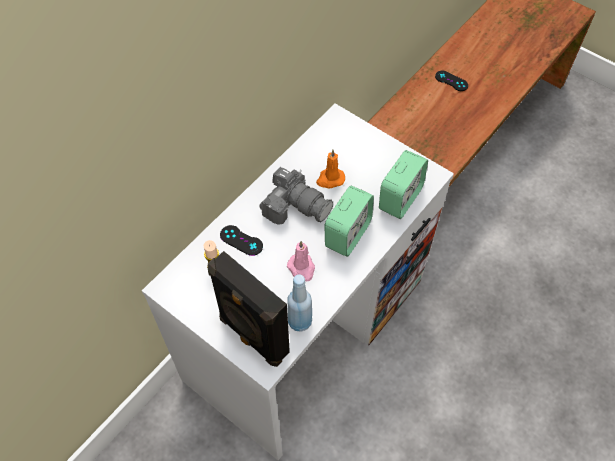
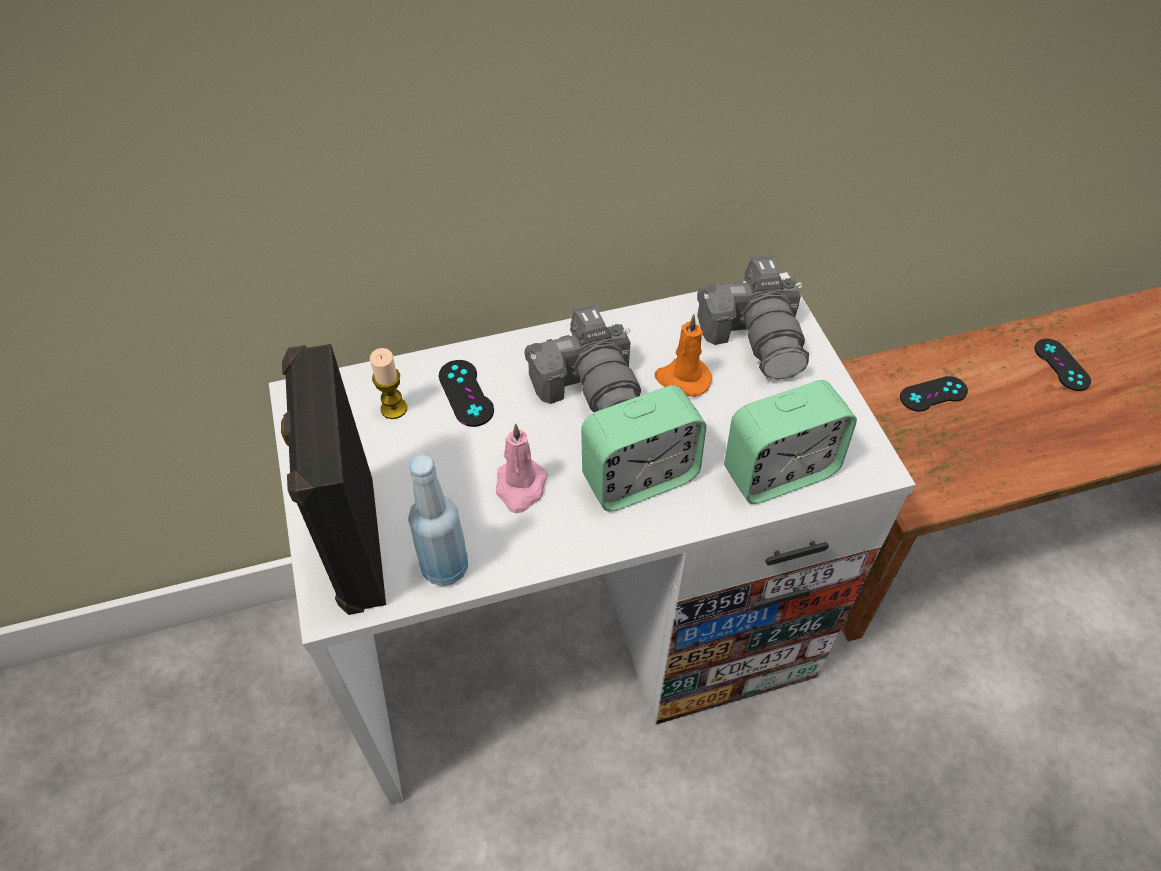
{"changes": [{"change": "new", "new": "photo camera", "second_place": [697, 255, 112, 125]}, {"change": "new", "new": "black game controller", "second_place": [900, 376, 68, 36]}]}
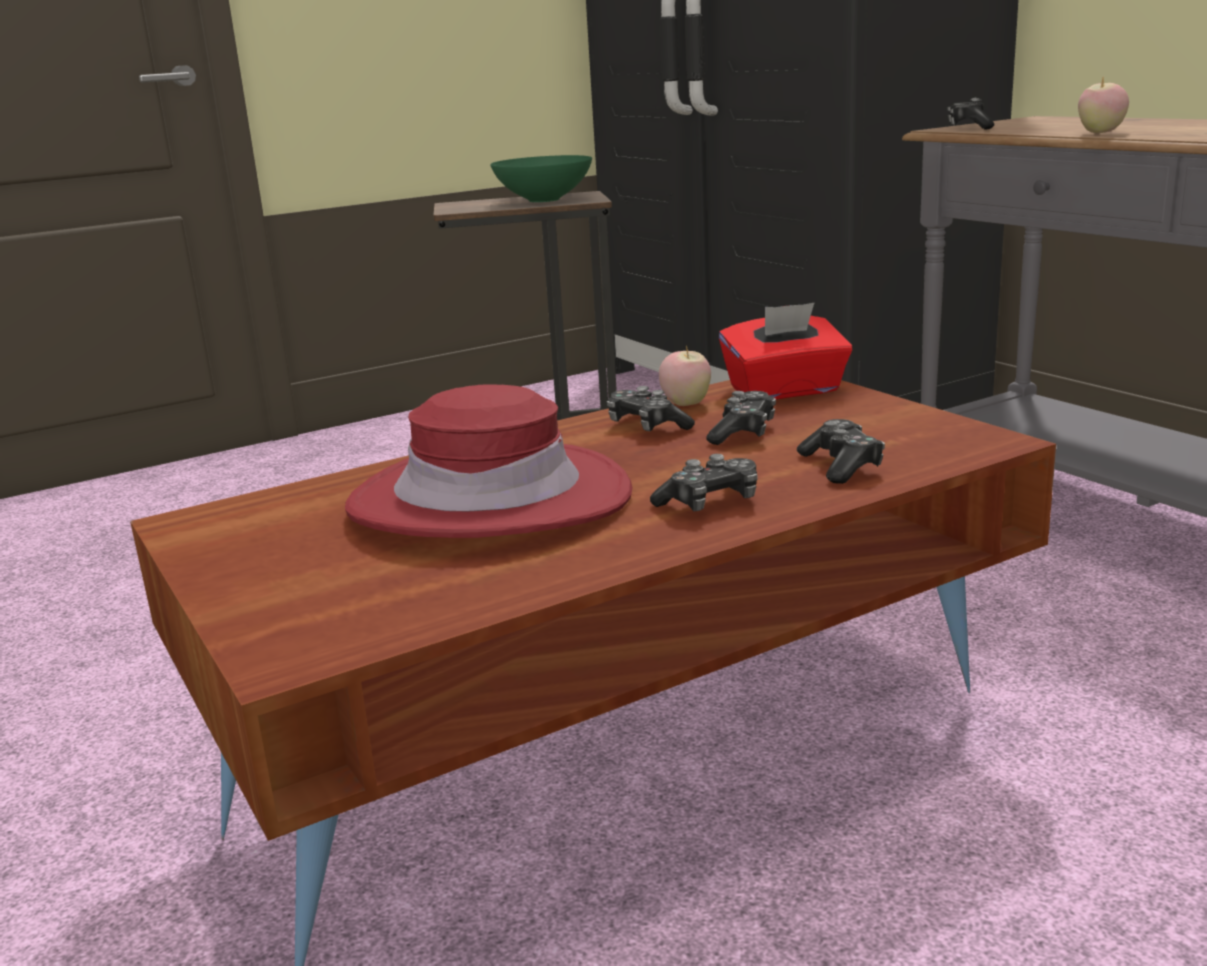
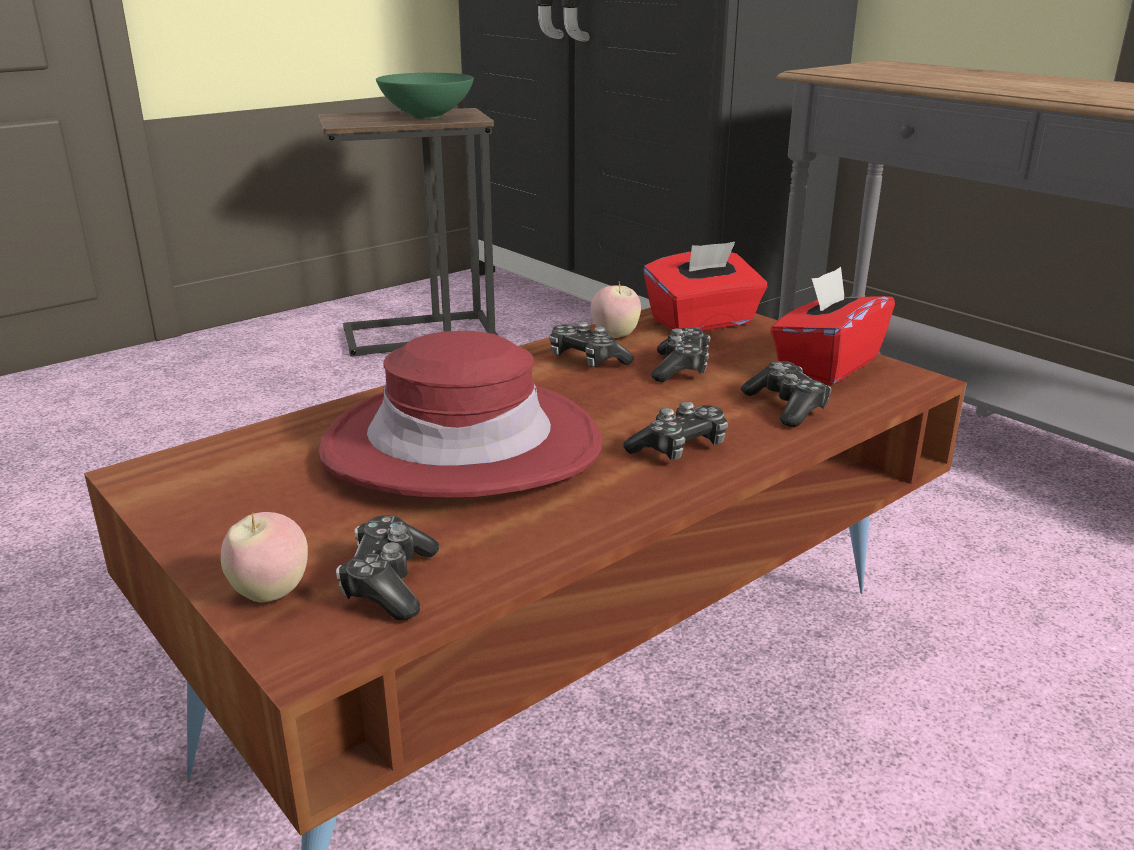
{"changes": [{"change": "shifted", "old": "apple", "first_place": [1078, 76, 51, 57], "second_place": [221, 512, 87, 90]}, {"change": "shifted", "old": "game controller", "first_place": [947, 98, 47, 32], "second_place": [336, 515, 103, 105]}, {"change": "new", "new": "red tissue box", "second_place": [770, 267, 125, 118]}]}
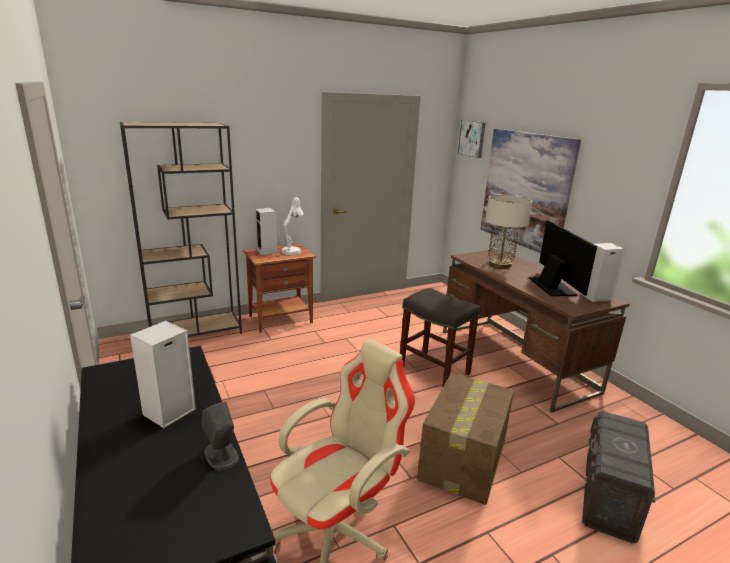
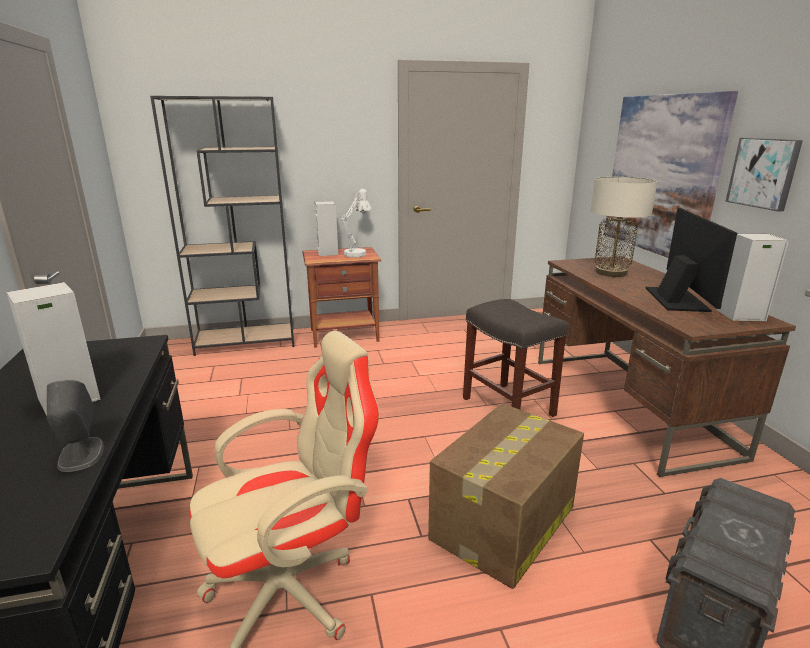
{"changes": [{"change": "shifted", "old": "picture", "first_place": [458, 120, 28, 38], "second_place": [725, 138, 78, 74]}]}
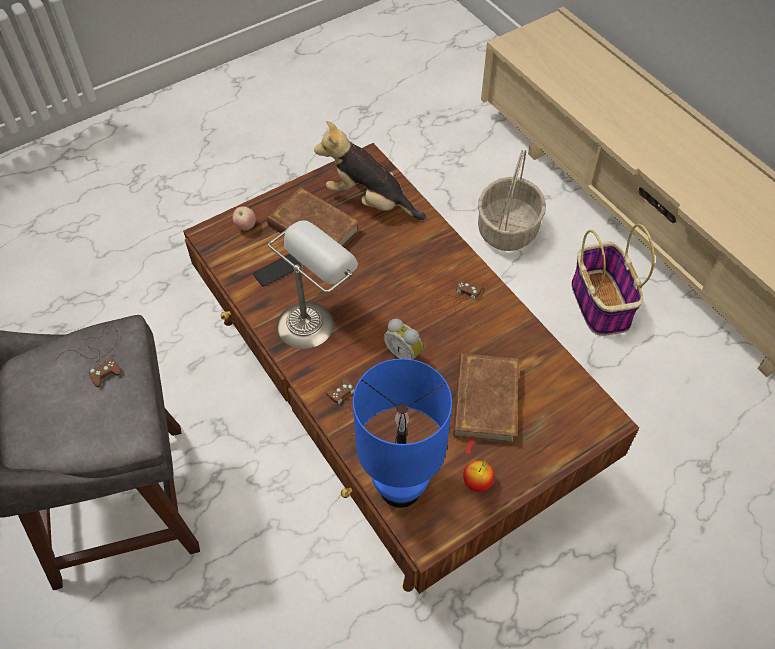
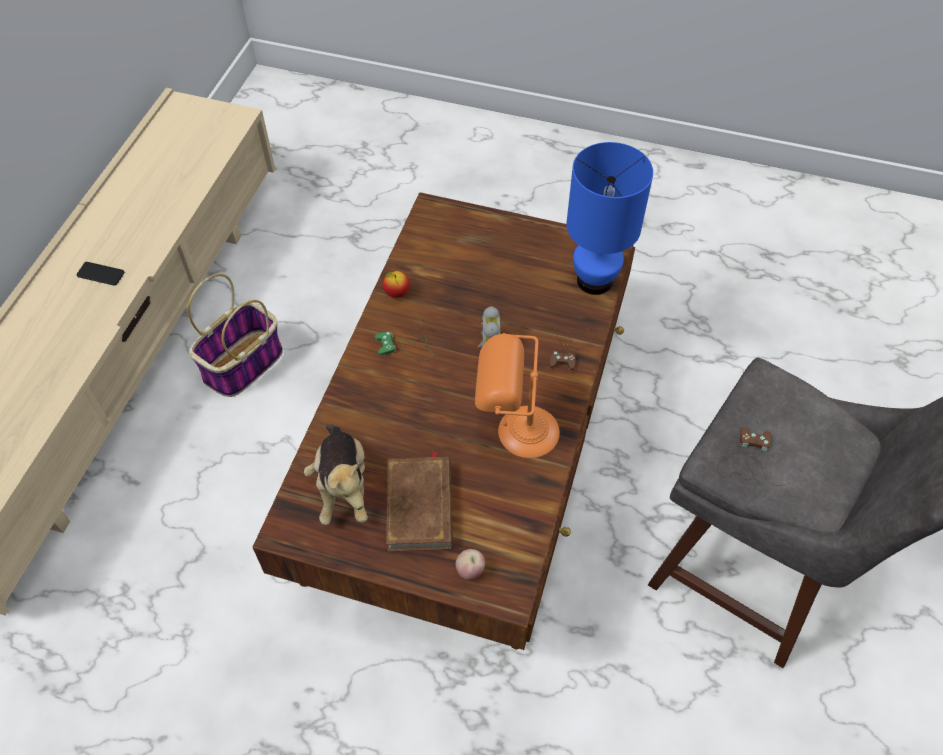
{"changes": [{"change": "gone", "old": "basket", "first_place": [478, 150, 68, 101]}, {"change": "repainted", "old": "white table lamp", "new": "orange table lamp", "first_place": [268, 220, 90, 129], "second_place": [475, 333, 85, 125]}, {"change": "shifted", "old": "phone", "first_place": [253, 254, 48, 32], "second_place": [76, 262, 49, 23]}, {"change": "repainted", "old": "brown game controller", "new": "green game controller", "first_place": [429, 278, 54, 48], "second_place": [375, 314, 58, 45]}, {"change": "gone", "old": "brown book", "first_place": [453, 353, 66, 102]}, {"change": "shifted", "old": "apple", "first_place": [463, 460, 31, 32], "second_place": [383, 271, 27, 27]}]}
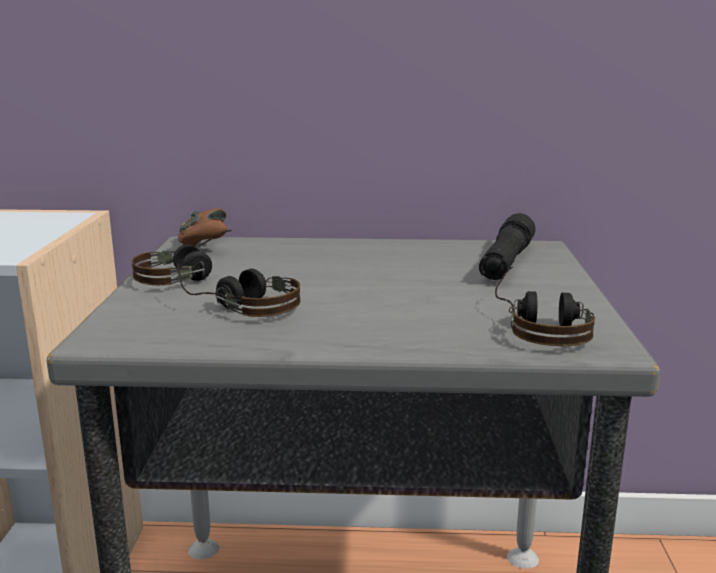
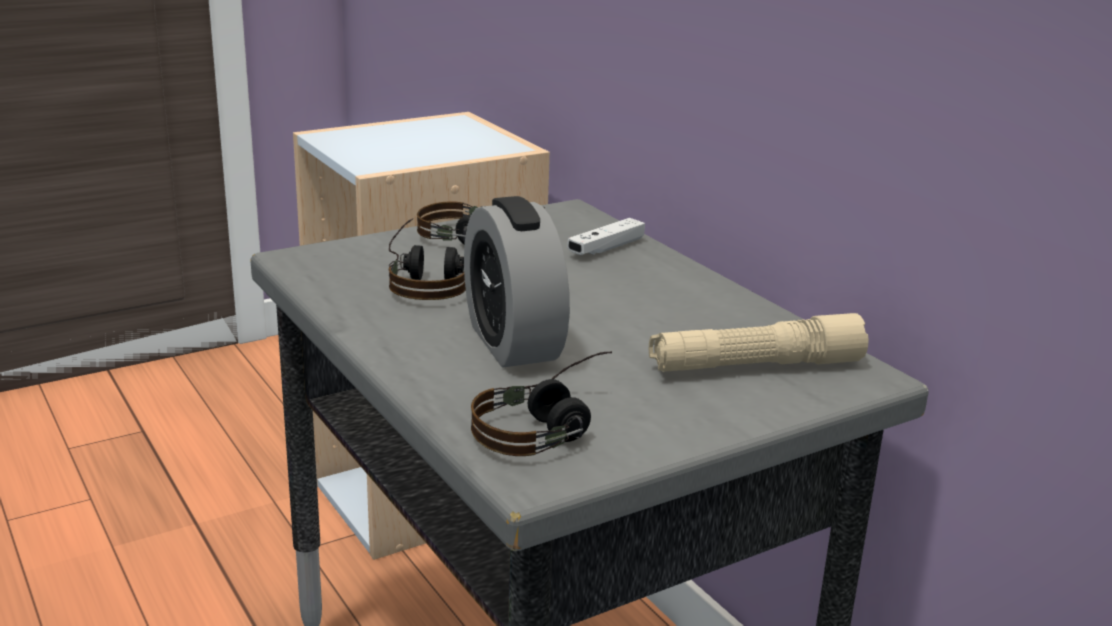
{"changes": [{"change": "gone", "old": "brown game controller", "first_place": [178, 208, 49, 38]}, {"change": "repainted", "old": "black flashlight", "new": "beige flashlight", "first_place": [479, 213, 56, 67], "second_place": [649, 313, 220, 59]}, {"change": "new", "new": "alarm clock", "second_place": [464, 196, 106, 171]}, {"change": "new", "new": "white game controller", "second_place": [567, 218, 78, 37]}]}
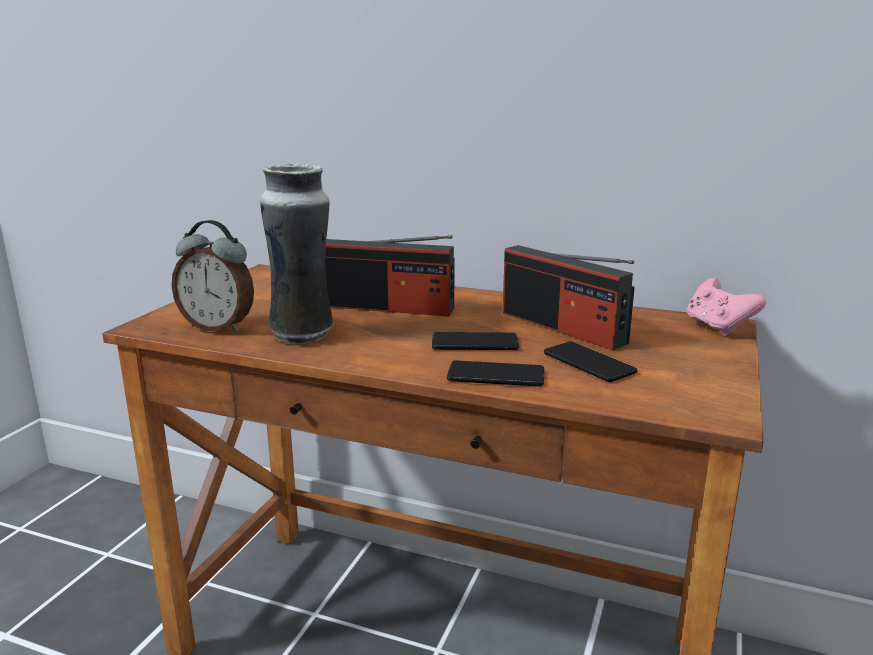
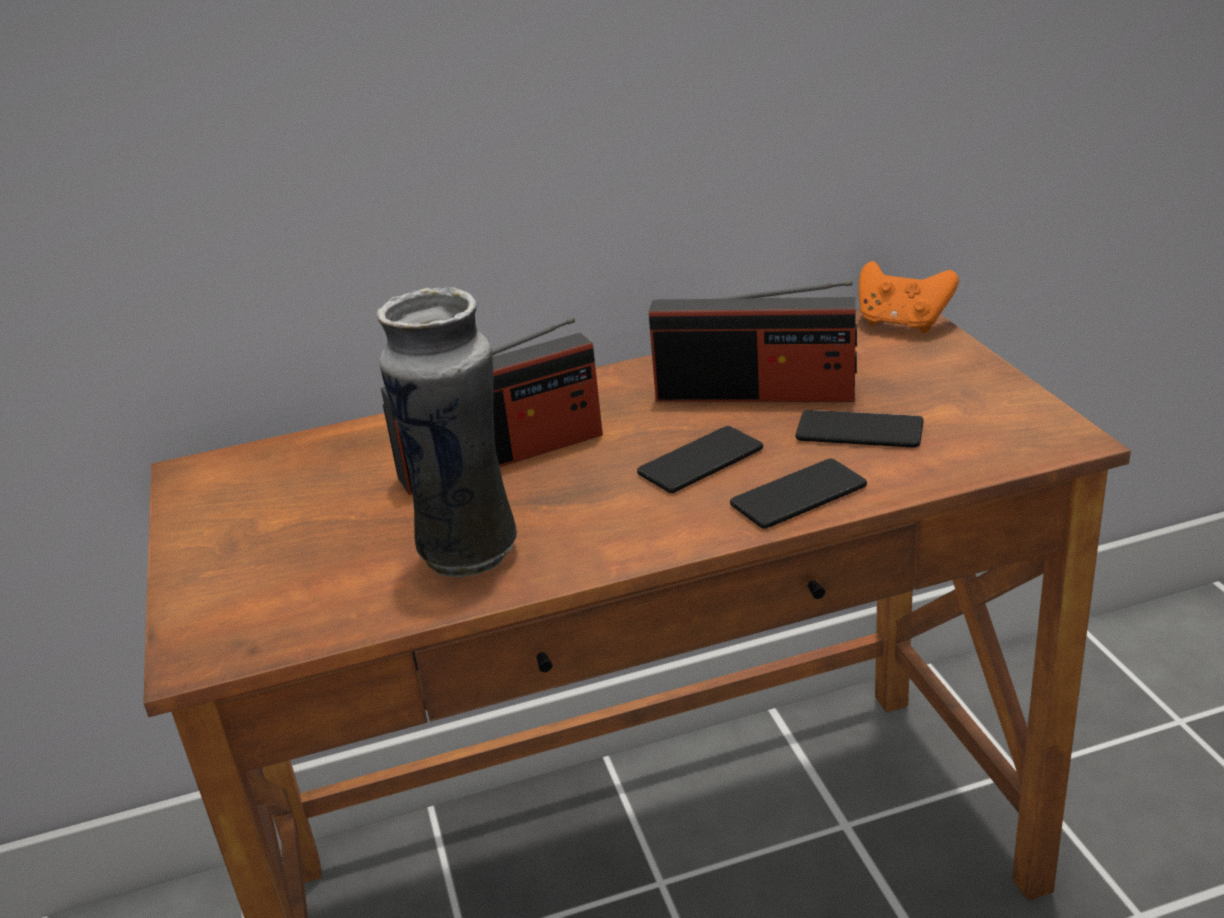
{"changes": [{"change": "gone", "old": "alarm clock", "first_place": [171, 220, 83, 113]}, {"change": "repainted", "old": "pink game controller", "new": "orange game controller", "first_place": [687, 278, 79, 58], "second_place": [859, 261, 100, 72]}]}
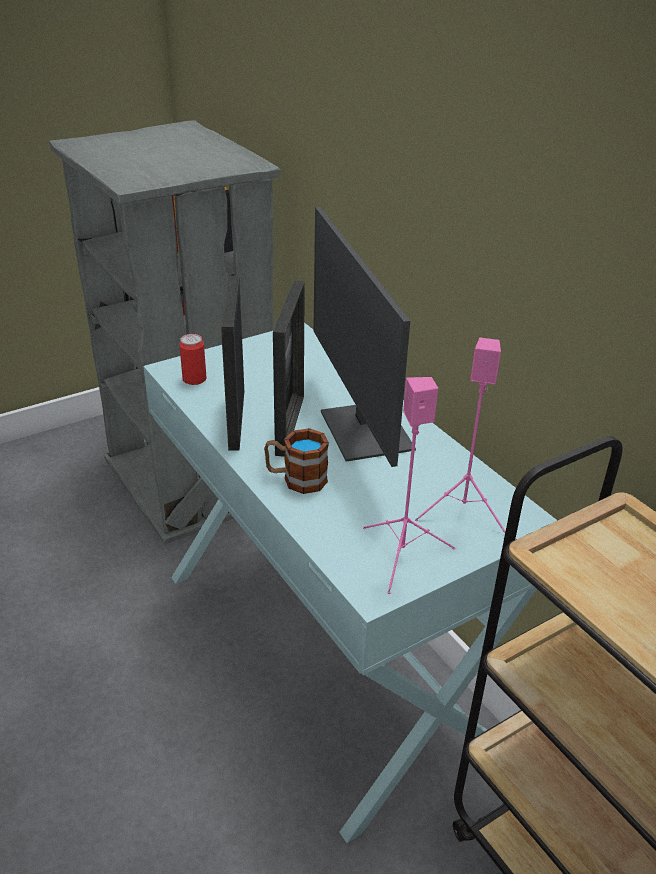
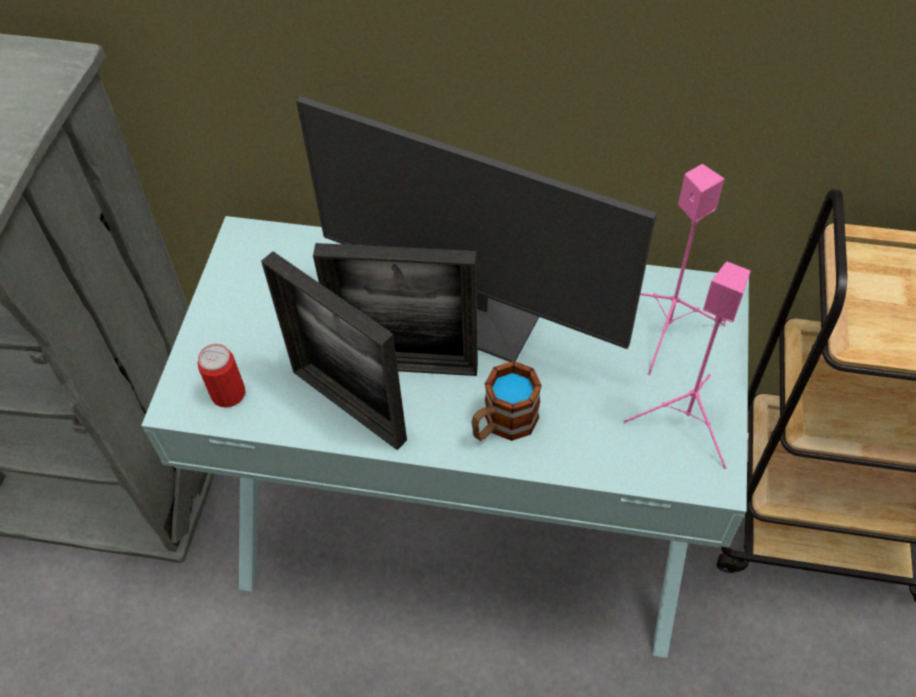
{"changes": [{"change": "rotated", "old": "picture frame", "first_place": [273, 280, 32, 177], "second_place": [313, 243, 165, 133], "degrees": 135}]}
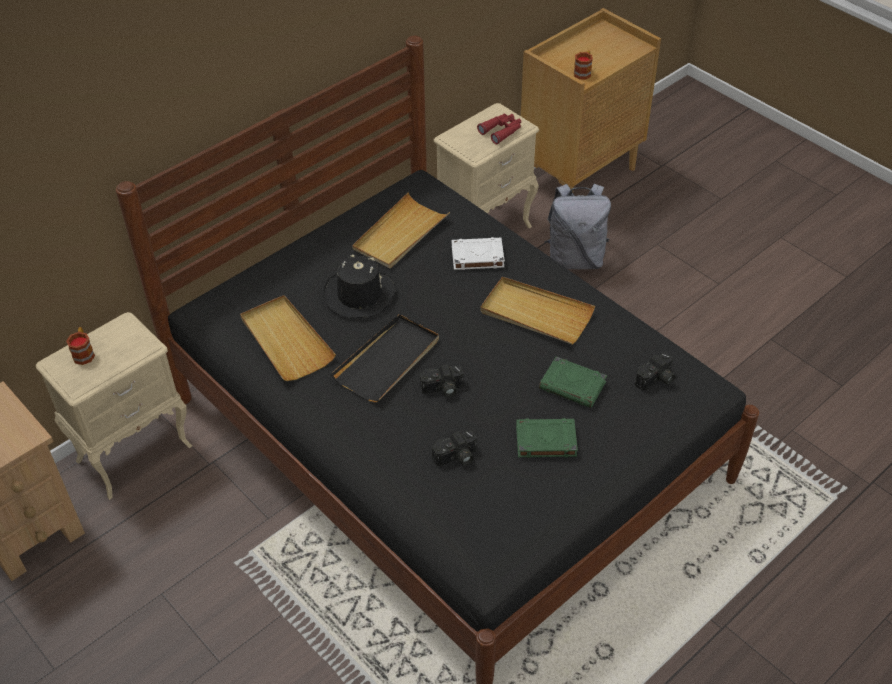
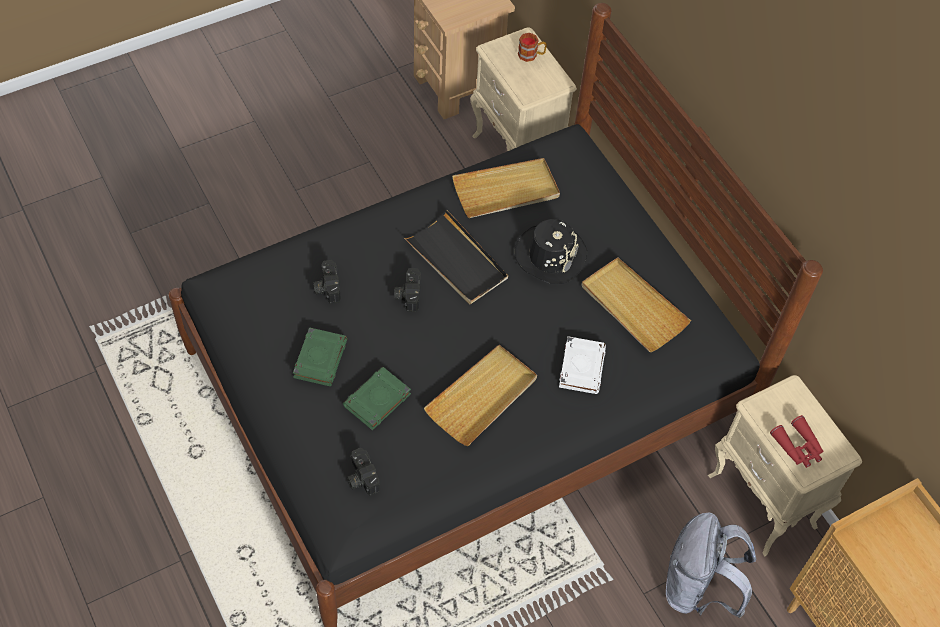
{"changes": [{"change": "gone", "old": "mug", "first_place": [574, 51, 19, 28]}]}
